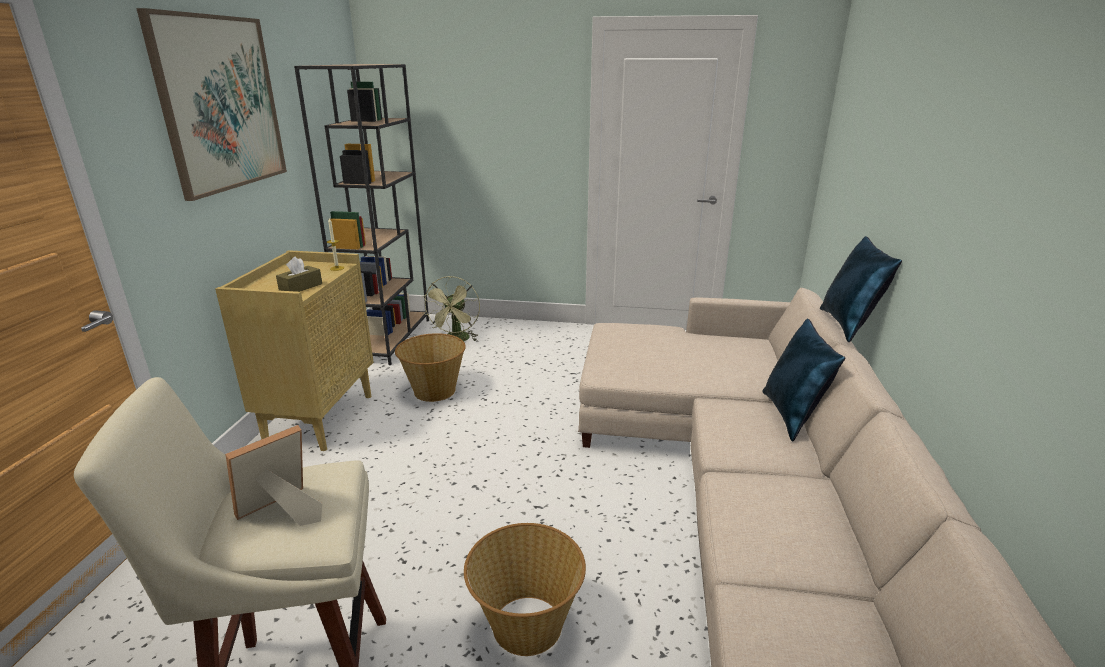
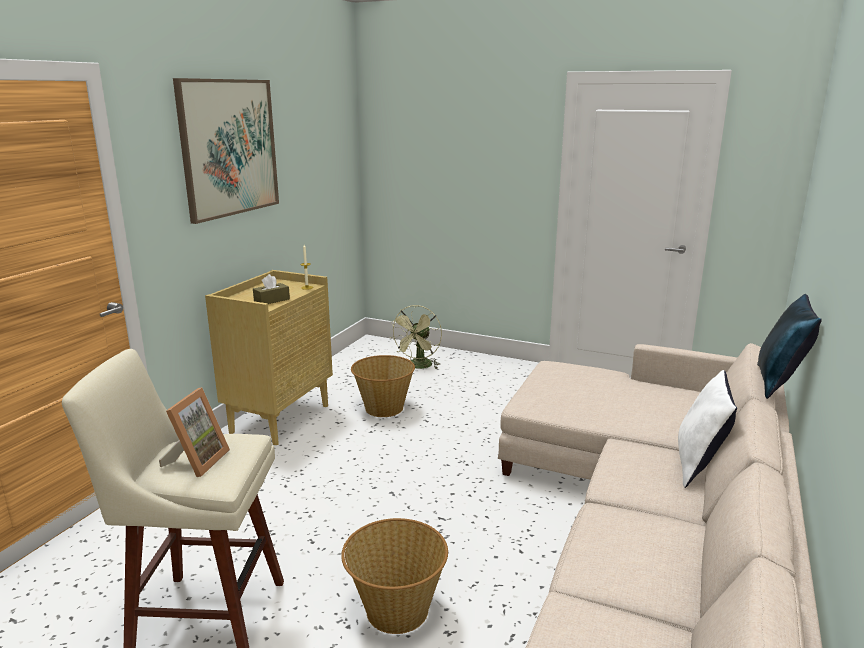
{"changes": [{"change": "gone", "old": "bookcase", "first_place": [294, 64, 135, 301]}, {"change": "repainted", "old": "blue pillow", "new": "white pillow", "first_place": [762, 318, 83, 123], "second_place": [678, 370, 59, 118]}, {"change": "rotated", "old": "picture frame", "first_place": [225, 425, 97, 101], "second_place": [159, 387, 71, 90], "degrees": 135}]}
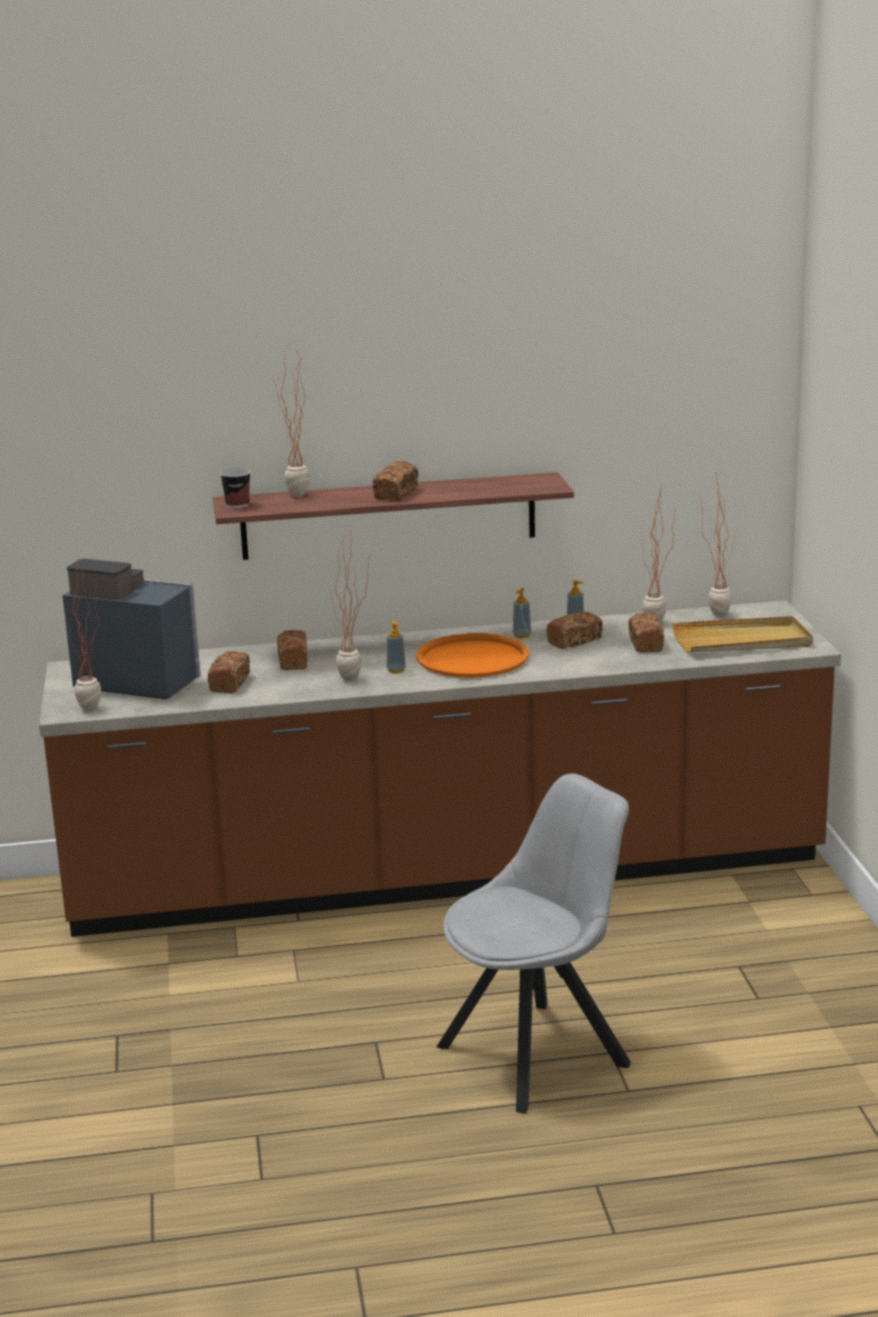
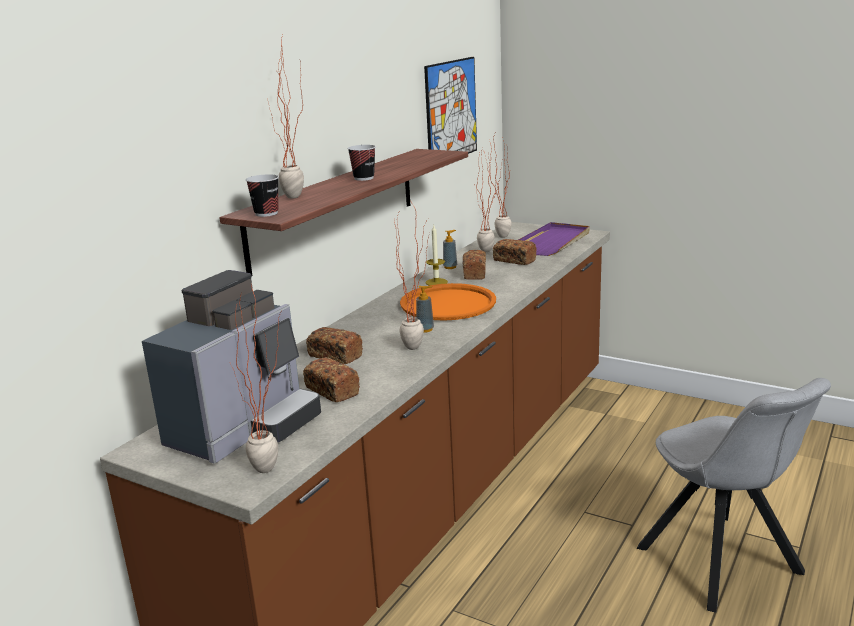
{"changes": [{"change": "swapped", "old": "bread", "new": "cup", "first_place": [373, 461, 45, 40], "second_place": [348, 145, 28, 36]}, {"change": "rotated", "old": "coffee machine", "first_place": [63, 559, 138, 140], "second_place": [142, 270, 179, 193], "degrees": 150}, {"change": "swapped", "old": "soap dispenser", "new": "candle", "first_place": [513, 588, 18, 50], "second_place": [425, 225, 23, 61]}, {"change": "repainted", "old": "beige tray", "new": "purple tray", "first_place": [672, 616, 141, 37], "second_place": [518, 222, 71, 34]}, {"change": "rotated", "old": "grey chair", "first_place": [436, 774, 195, 340], "second_place": [637, 378, 194, 235], "degrees": 150}, {"change": "new", "new": "picture", "second_place": [424, 57, 53, 97]}]}
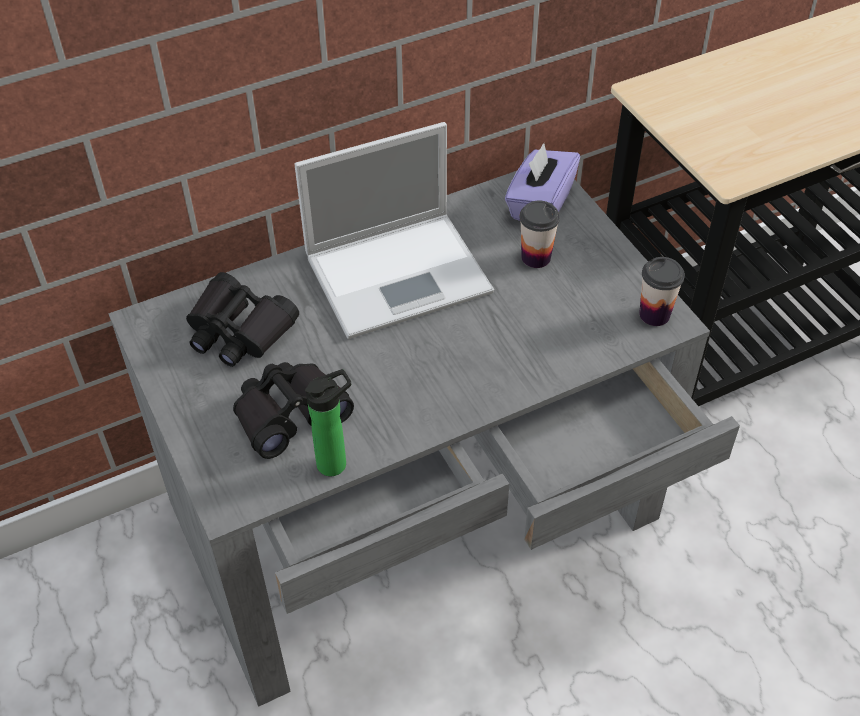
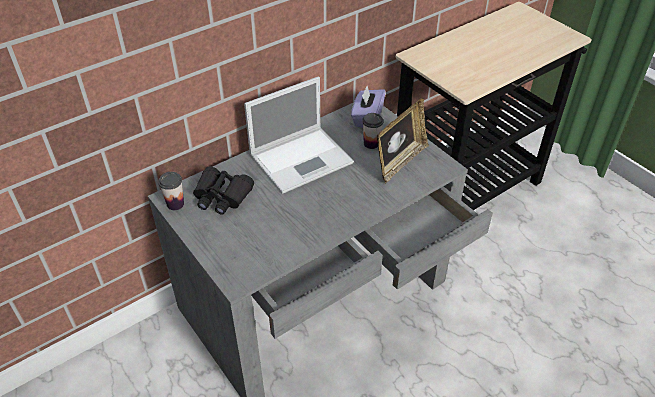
{"changes": [{"change": "shifted", "old": "cup", "first_place": [639, 257, 46, 69], "second_place": [158, 172, 26, 38]}, {"change": "gone", "old": "black binoculars", "first_place": [233, 362, 121, 97]}, {"change": "gone", "old": "bottle", "first_place": [305, 369, 47, 107]}, {"change": "new", "new": "picture frame", "second_place": [377, 98, 52, 85]}]}
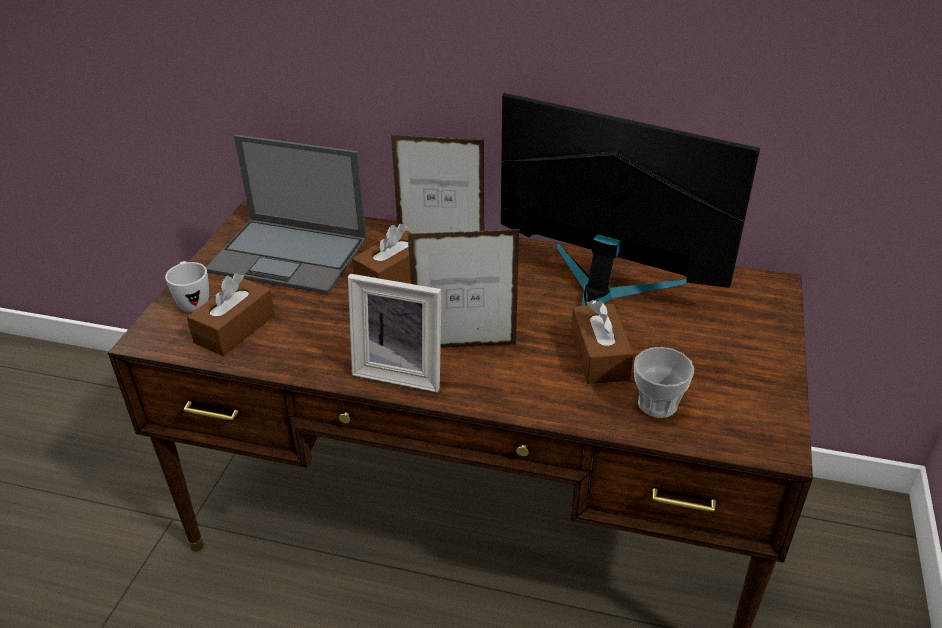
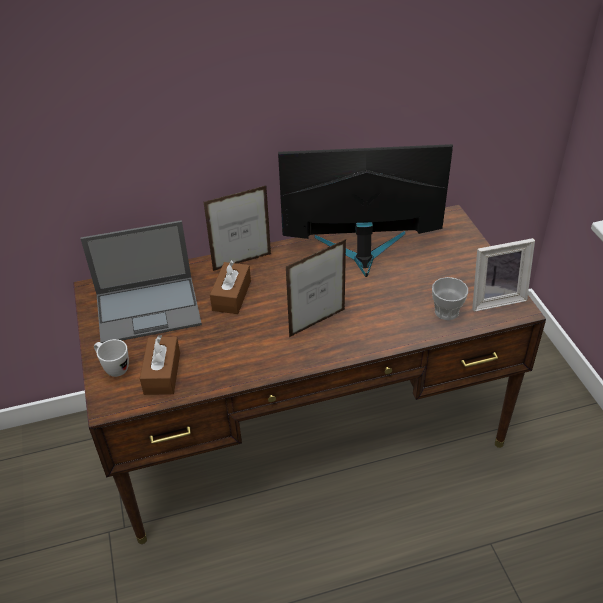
{"changes": [{"change": "shifted", "old": "picture frame", "first_place": [348, 274, 94, 118], "second_place": [472, 238, 63, 74]}, {"change": "gone", "old": "brown tissue box", "first_place": [571, 300, 63, 84]}]}
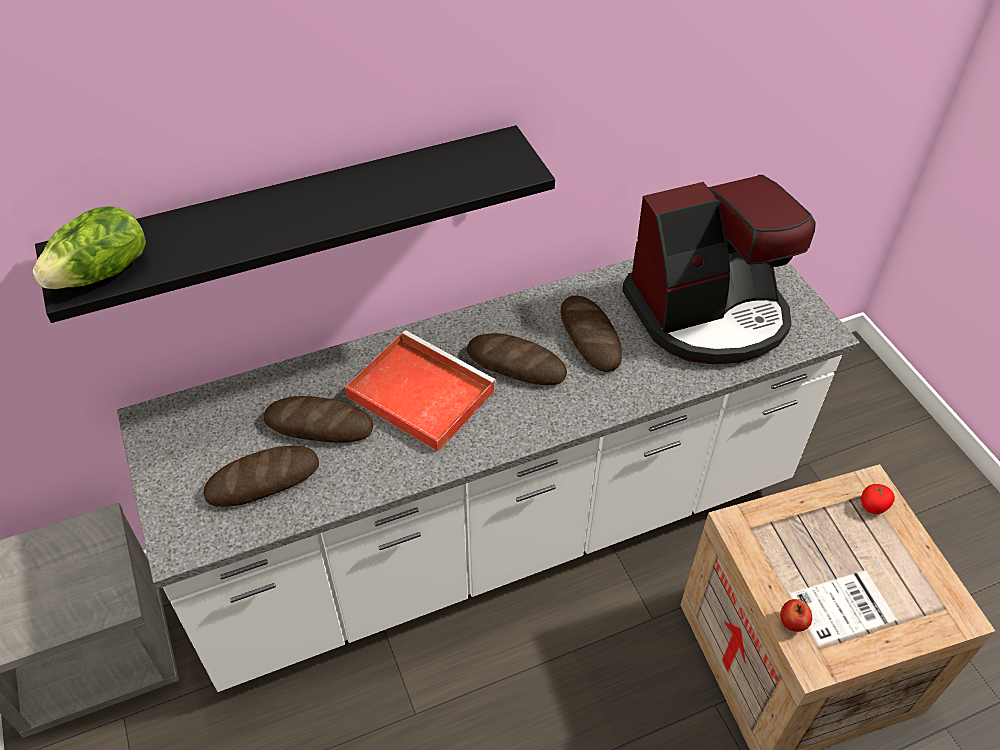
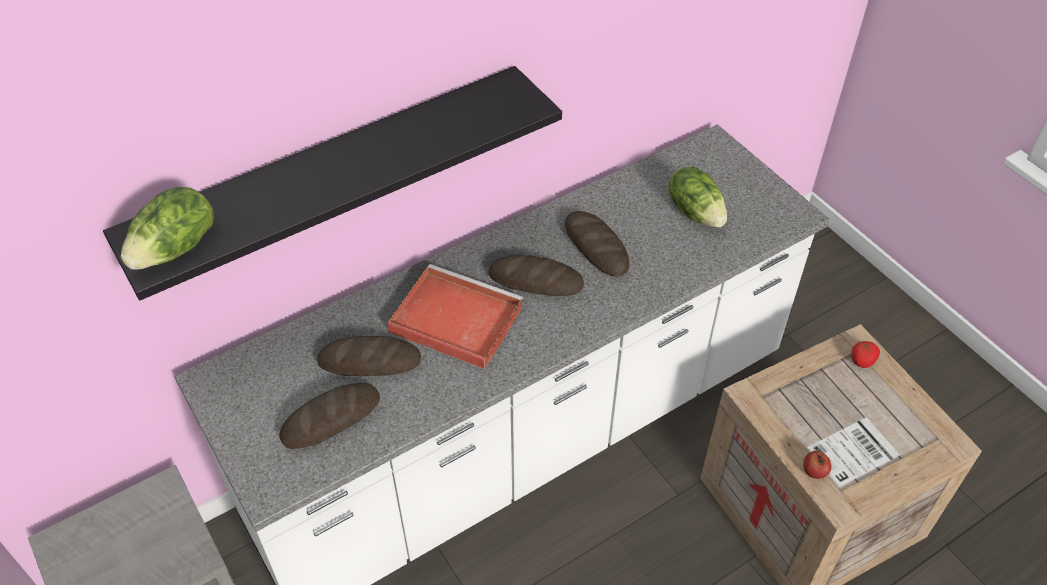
{"changes": [{"change": "swapped", "old": "coffee machine", "new": "lettuce", "first_place": [622, 175, 194, 189], "second_place": [669, 166, 58, 61]}]}
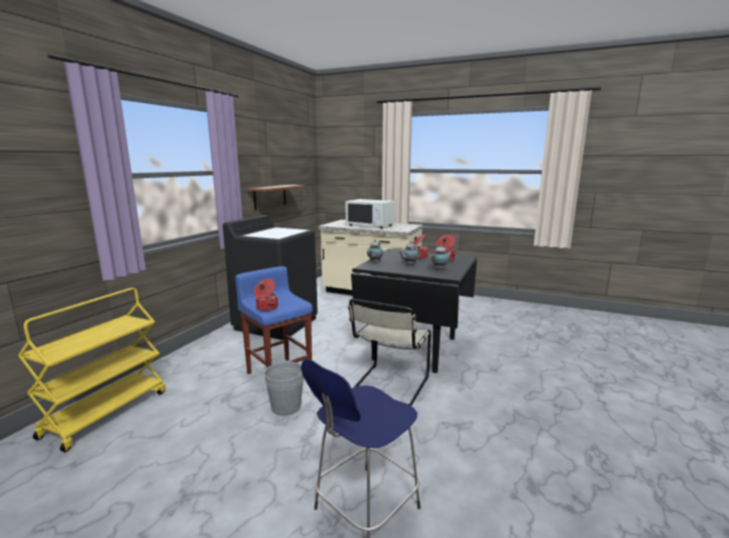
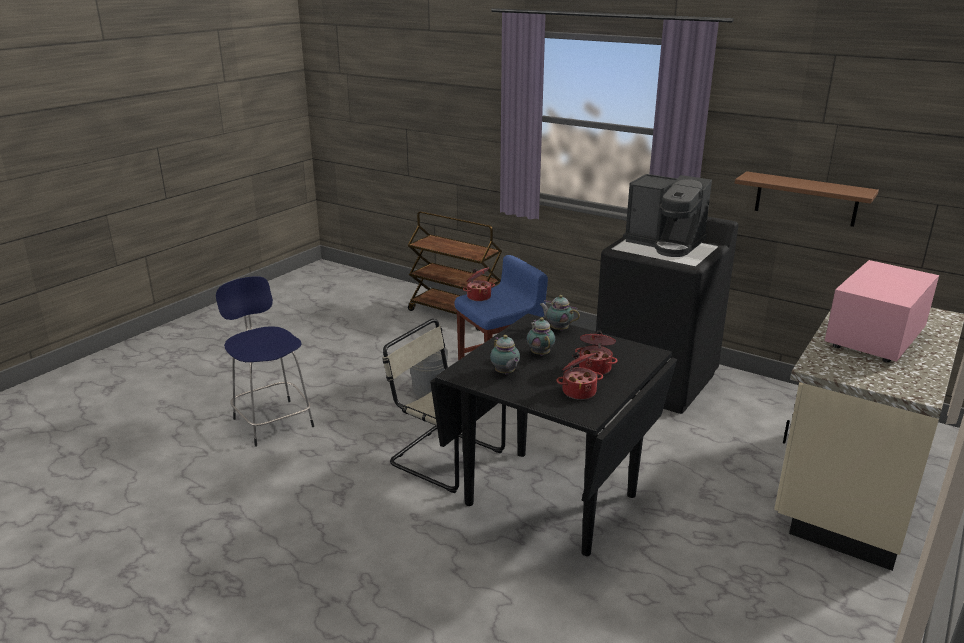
{"changes": [{"change": "repainted", "old": "white microwave", "new": "pink microwave", "first_place": [345, 199, 51, 30], "second_place": [825, 260, 114, 103]}, {"change": "repainted", "old": "yellow cart", "new": "brown cart", "first_place": [18, 288, 147, 164], "second_place": [408, 211, 94, 120]}, {"change": "new", "new": "coffee machine", "second_place": [623, 174, 89, 83]}]}
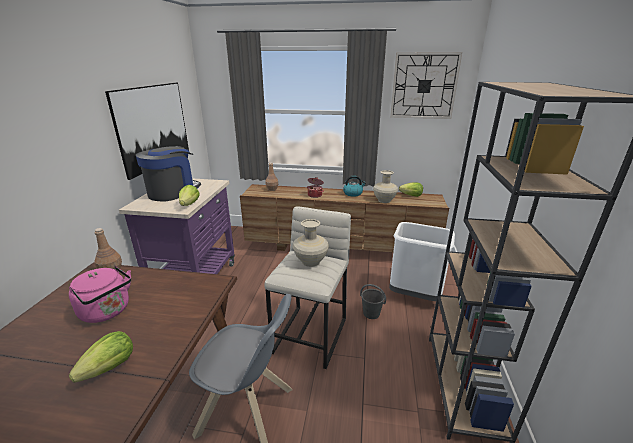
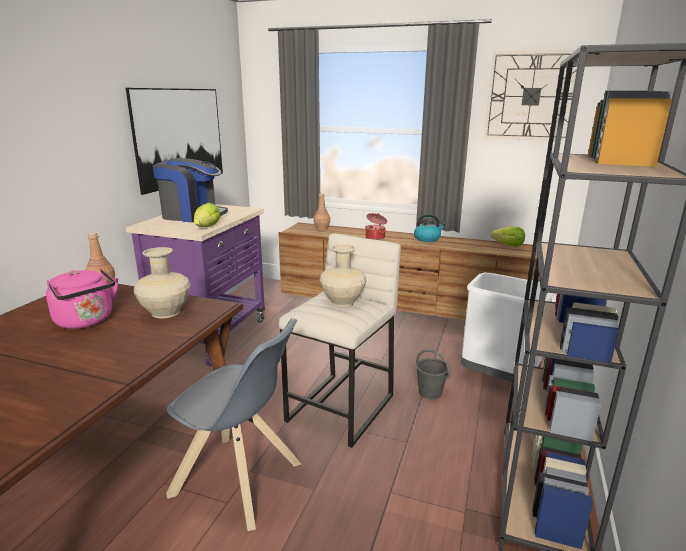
{"changes": [{"change": "rotated", "old": "coffee machine", "first_place": [136, 146, 65, 55], "second_place": [153, 158, 75, 64], "degrees": 60}, {"change": "shifted", "old": "beige vase", "first_place": [373, 170, 25, 33], "second_place": [134, 247, 57, 71]}, {"change": "gone", "old": "lettuce", "first_place": [69, 331, 64, 52]}]}
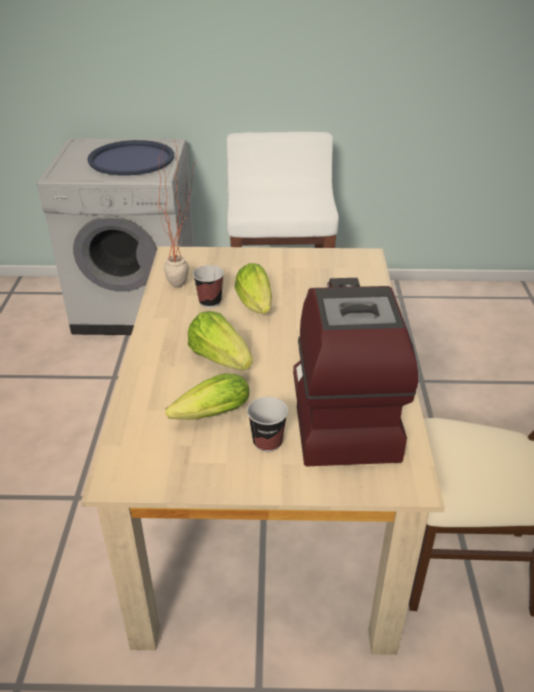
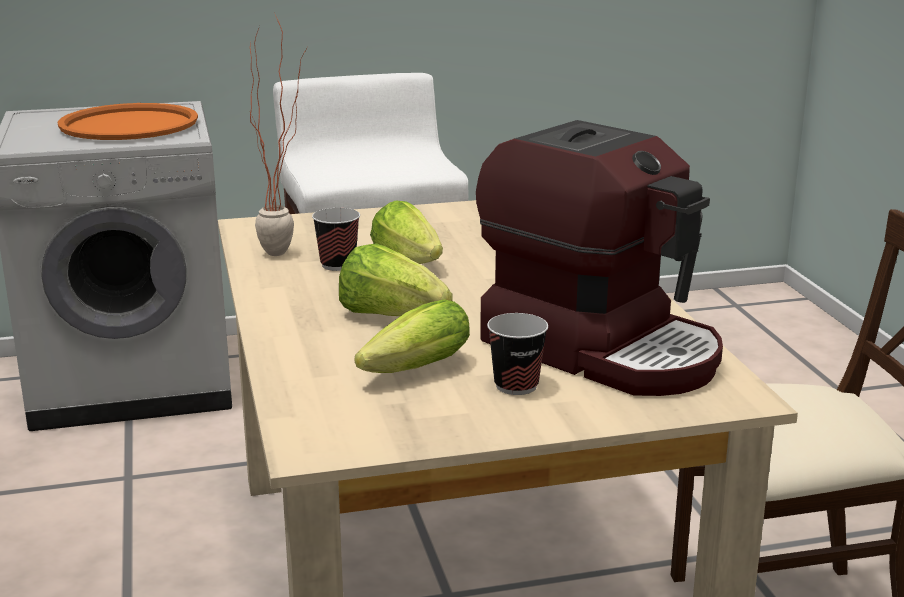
{"changes": [{"change": "repainted", "old": "blue tray", "new": "orange tray", "first_place": [87, 140, 87, 36], "second_place": [58, 103, 140, 37]}, {"change": "rotated", "old": "coffee machine", "first_place": [293, 278, 125, 188], "second_place": [476, 120, 247, 276], "degrees": 150}]}
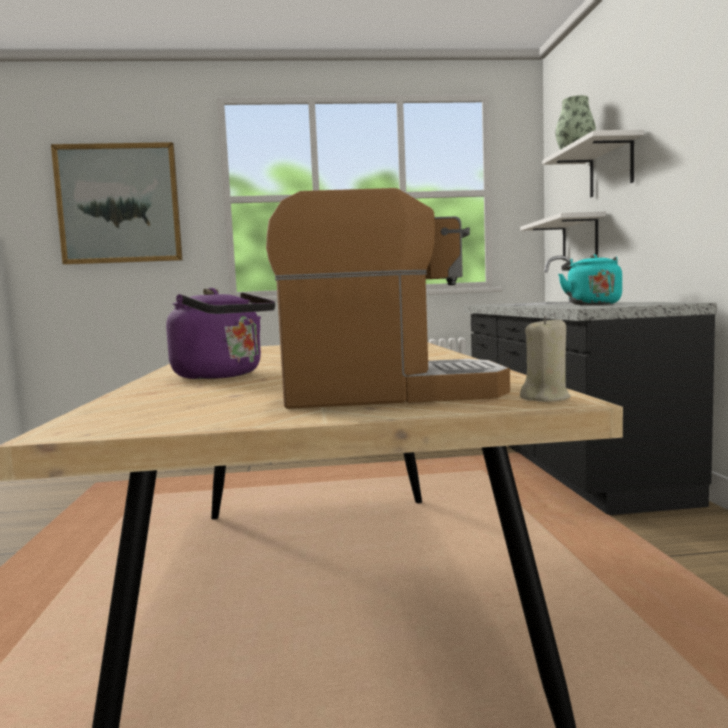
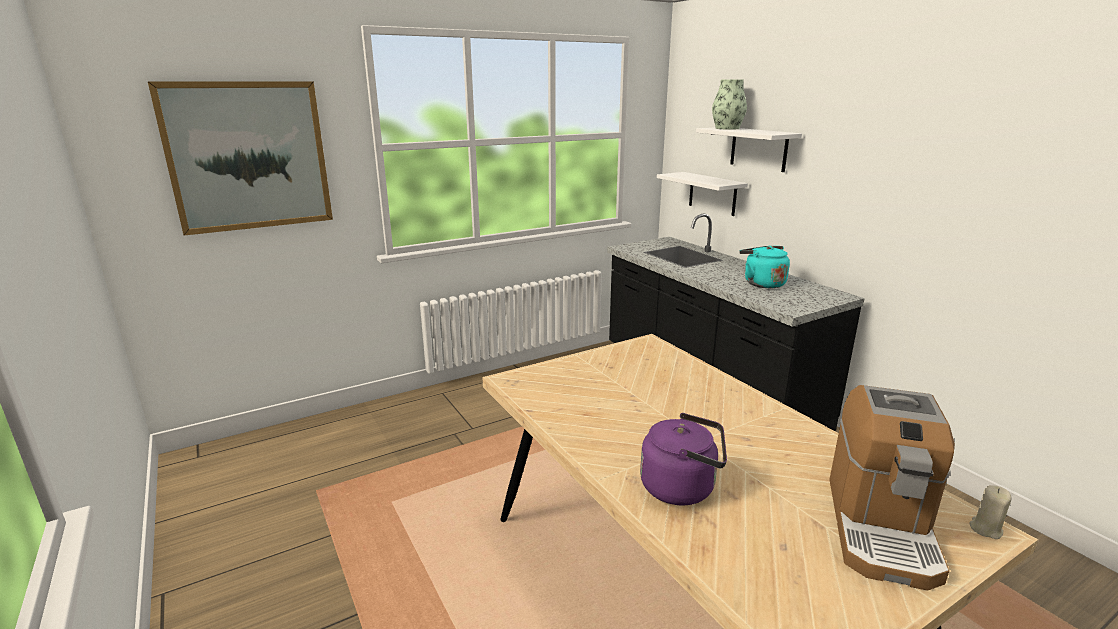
{"changes": [{"change": "rotated", "old": "coffee machine", "first_place": [266, 188, 244, 221], "second_place": [829, 385, 126, 206], "degrees": 135}]}
